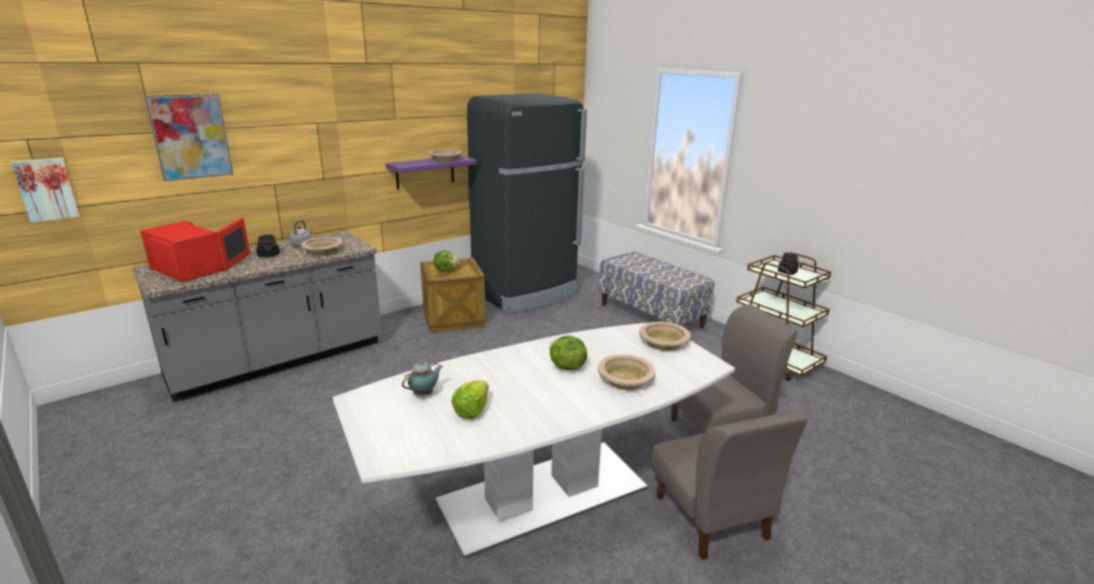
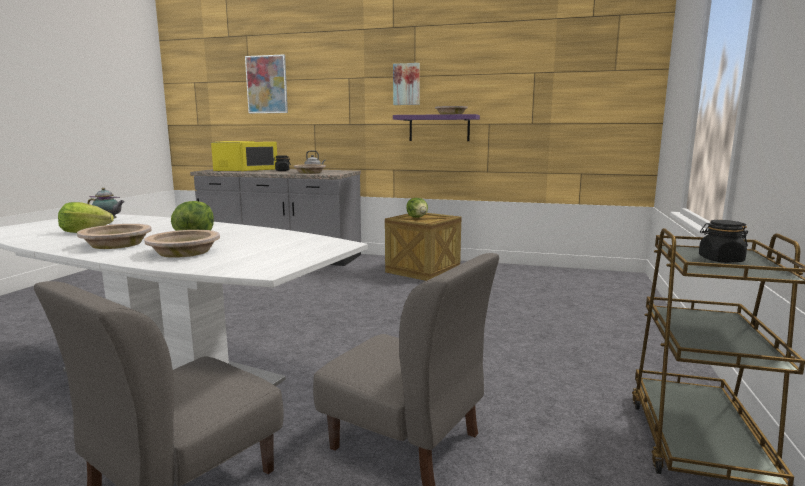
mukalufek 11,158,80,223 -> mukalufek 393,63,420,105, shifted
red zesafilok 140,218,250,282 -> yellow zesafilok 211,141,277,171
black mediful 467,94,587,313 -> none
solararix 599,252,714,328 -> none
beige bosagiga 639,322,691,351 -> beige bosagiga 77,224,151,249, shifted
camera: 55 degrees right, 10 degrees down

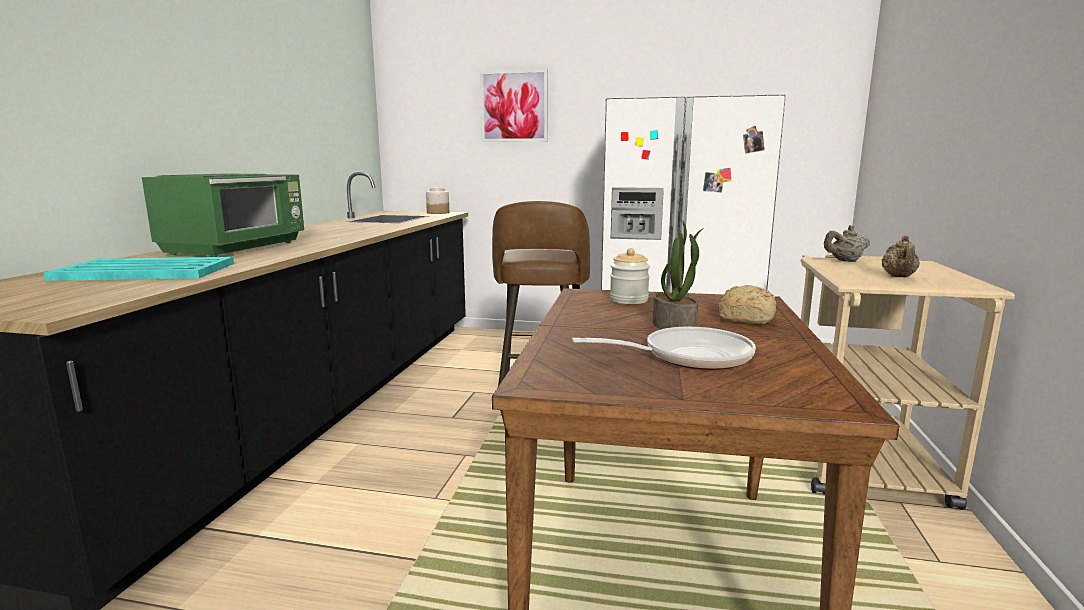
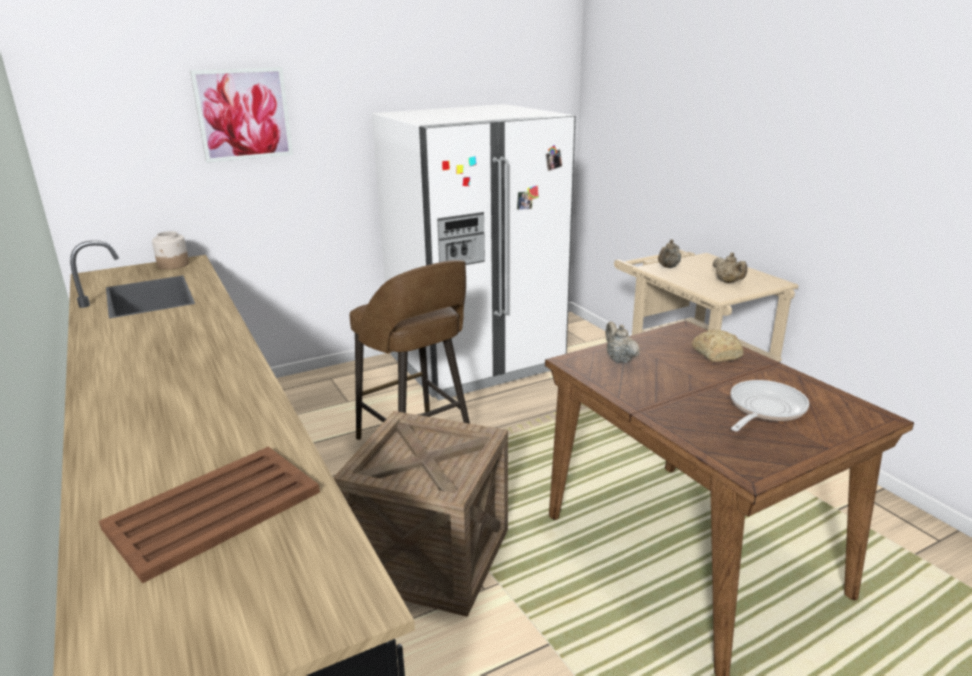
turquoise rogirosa 43,257,234,281 -> brown rogirosa 99,446,320,583
green zesafilok 142,173,304,257 -> none
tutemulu 610,248,650,304 -> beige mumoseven 605,321,640,363
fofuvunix 652,221,704,329 -> none
none -> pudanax 333,411,508,617
camera: 40 degrees left, 10 degrees up

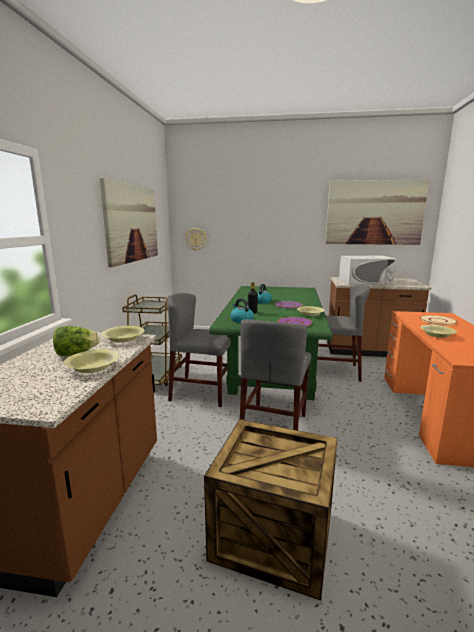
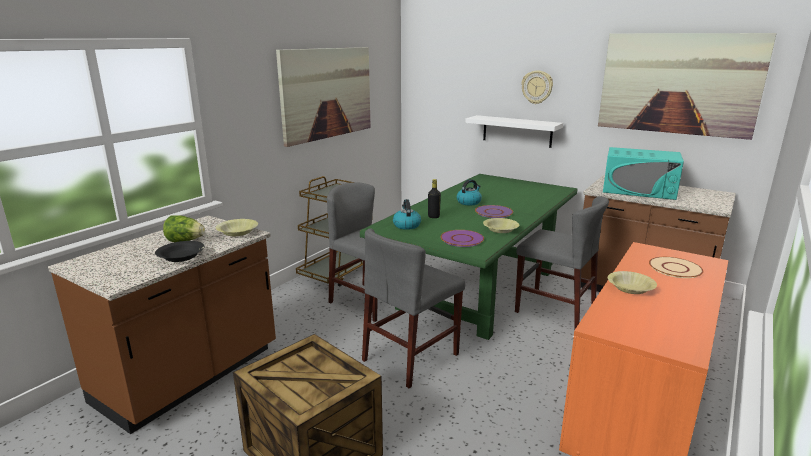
yellow bosagiga 64,350,119,373 -> black bosagiga 155,241,204,262
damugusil 185,228,207,251 -> damugusil 521,70,553,104, shifted
white zesafilok 339,256,396,285 -> turquoise zesafilok 603,147,684,200
none -> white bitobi 465,115,563,148
camera: 25 degrees right, 5 degrees up

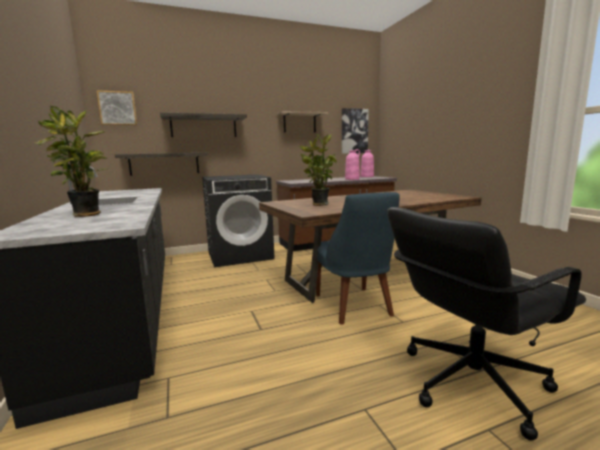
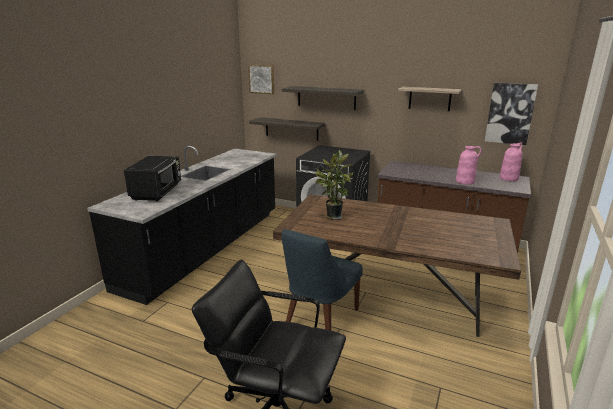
fofuvunix 34,106,108,217 -> black zesafilok 124,156,181,201
camera: 45 degrees right, 10 degrees up

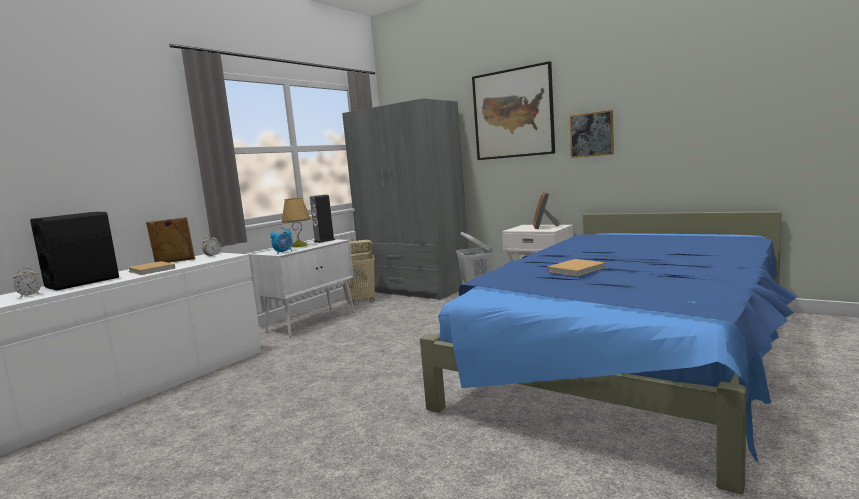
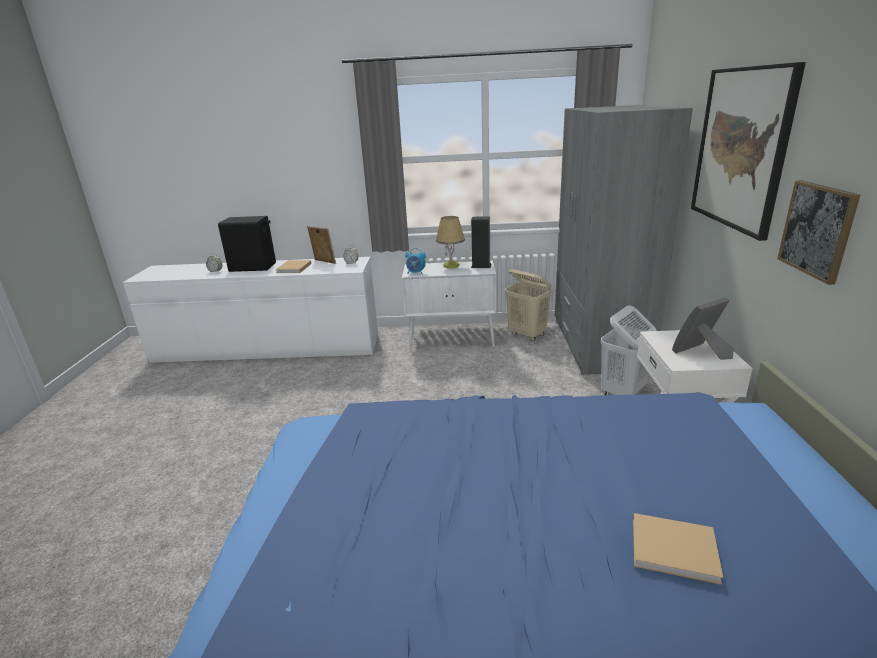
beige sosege 547,259,606,277 -> beige sosege 633,513,723,585, shifted
camera: 55 degrees right, 15 degrees up

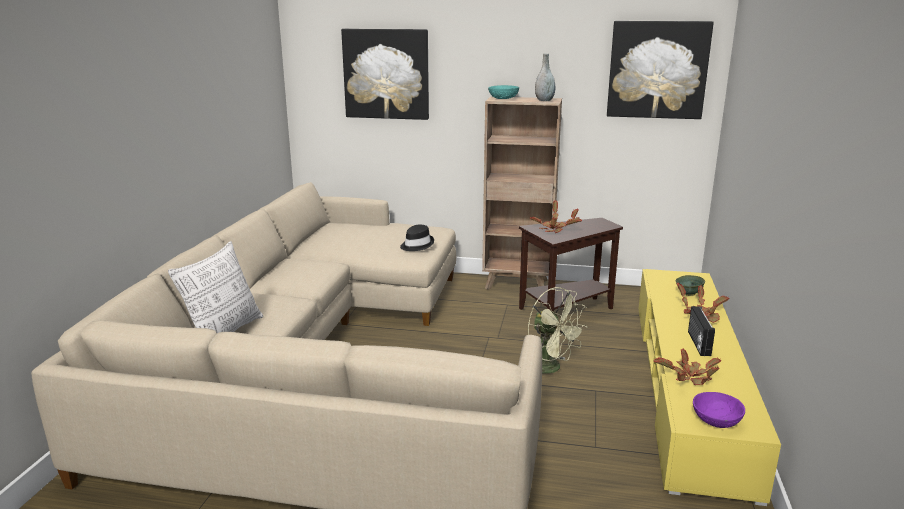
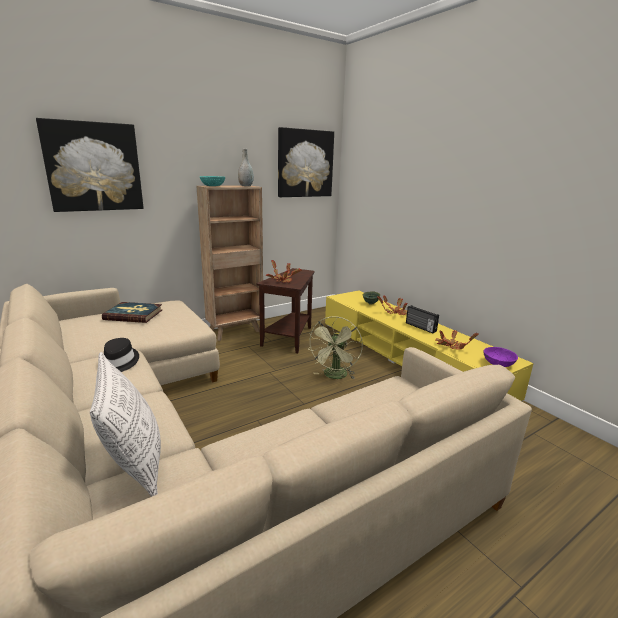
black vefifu 400,225,434,251 -> black vefifu 104,338,139,372, shifted
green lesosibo 528,287,588,374 -> green lesosibo 308,316,363,379, 105 degrees clockwise
none -> sosege 102,302,162,323
camera: 45 degrees left, 0 degrees up

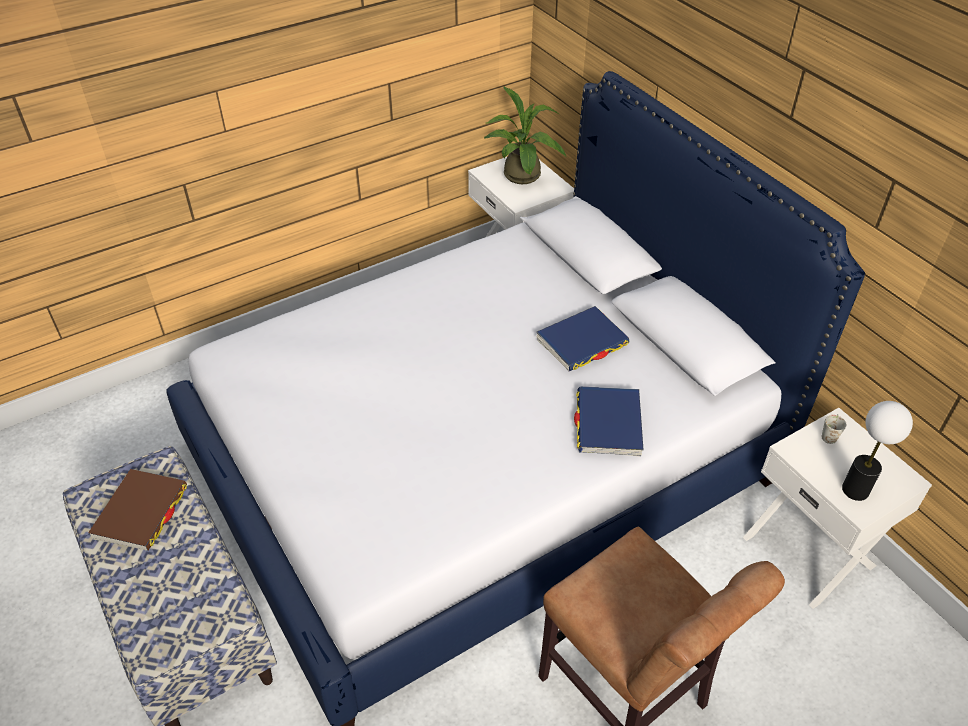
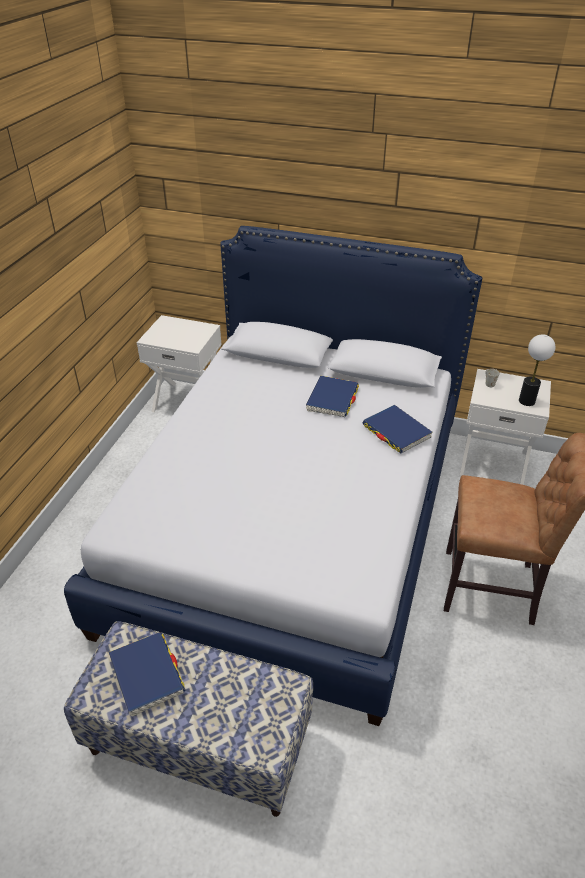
brown sosege 88,469,187,551 -> blue sosege 109,632,185,717
fofuvunix 484,86,566,184 -> none
camera: 40 degrees left, 5 degrees down

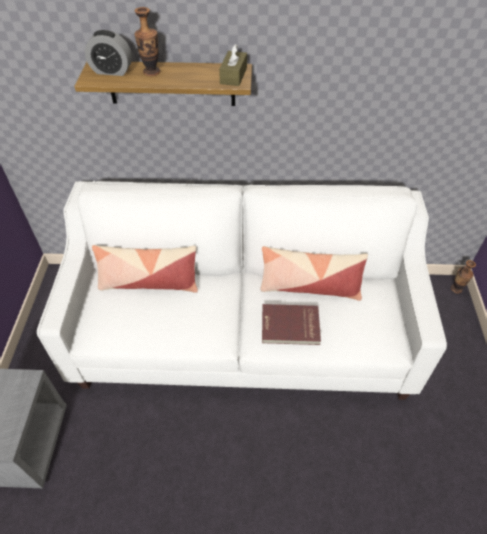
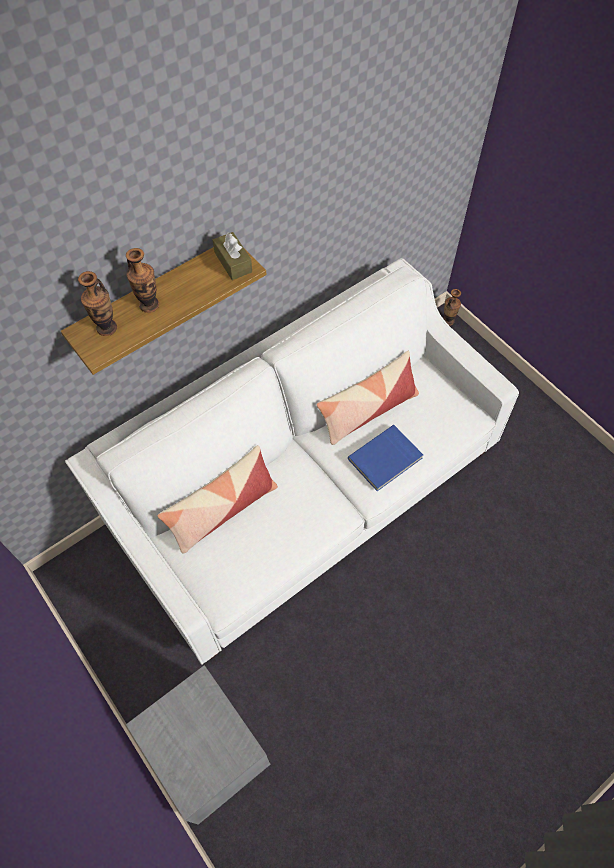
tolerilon 85,30,132,76 -> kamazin 78,271,117,336
red sosege 262,304,321,345 -> blue sosege 348,425,423,491
camera: 40 degrees left, 10 degrees up

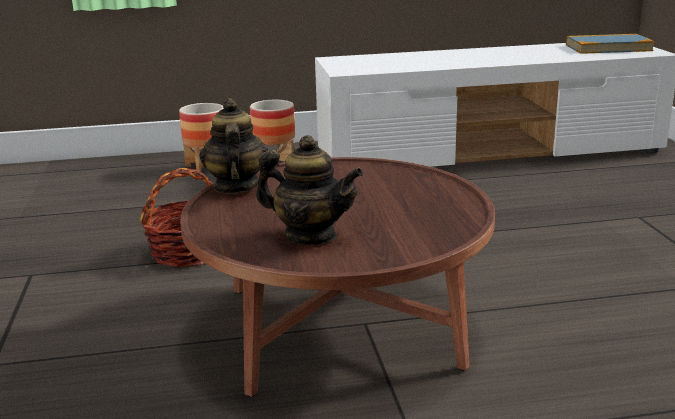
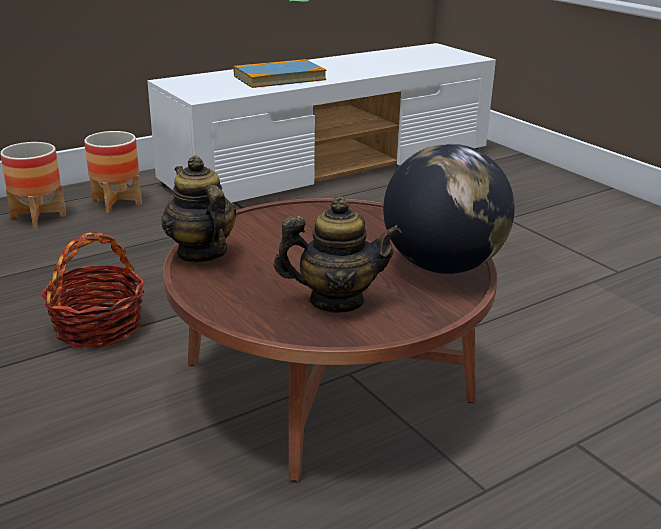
sosege 566,34,655,54 -> sosege 234,59,326,88, shifted
none -> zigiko 383,144,515,274
camera: 25 degrees left, 5 degrees up

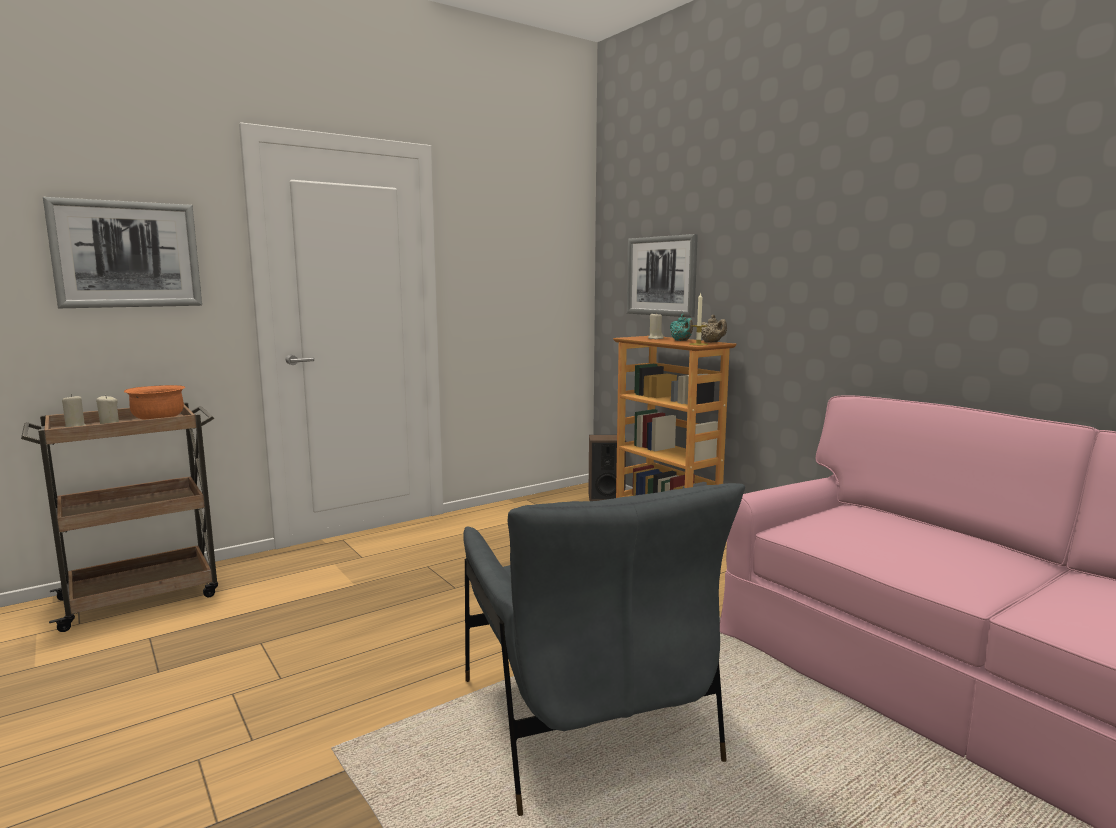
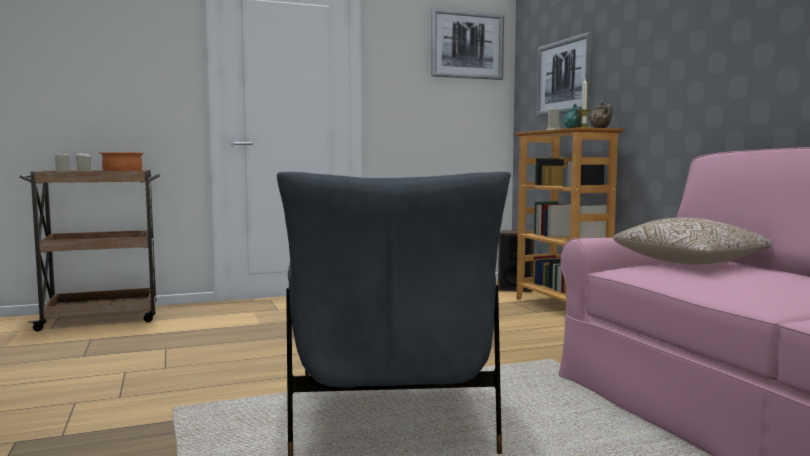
mukalufek 43,197,202,308 -> mukalufek 431,8,504,80, shifted
none -> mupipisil 614,217,773,265
camera: 15 degrees right, 5 degrees down

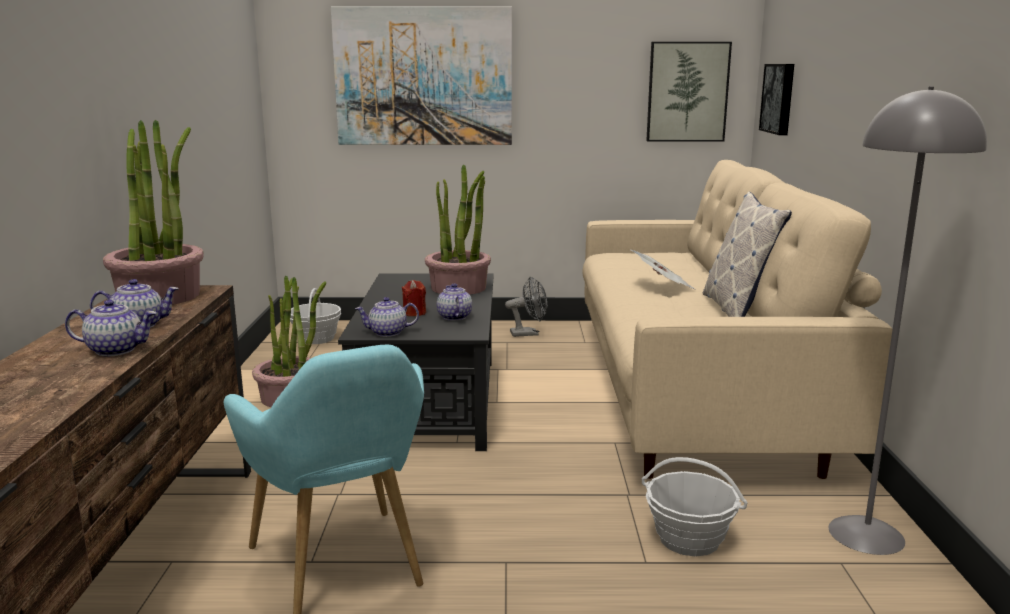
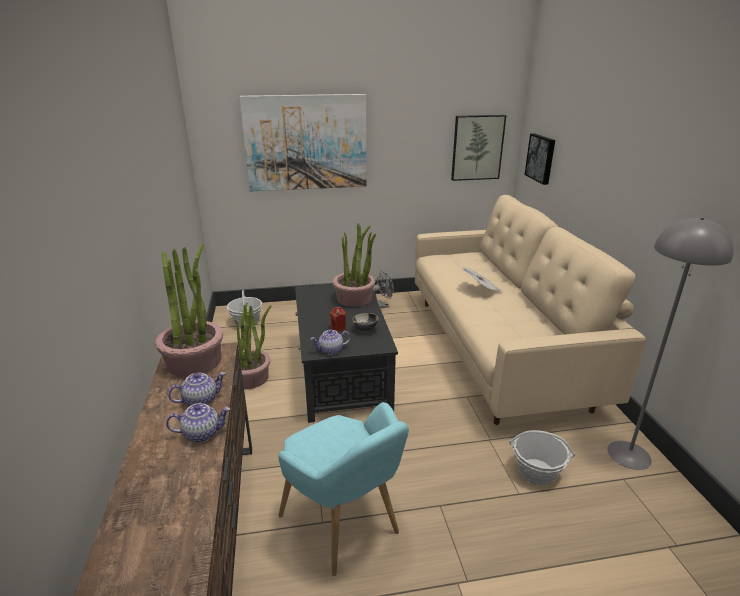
mumoseven 437,284,472,321 -> bosagiga 352,313,379,332
mupipisil 703,192,792,317 -> none
camera: 10 degrees left, 10 degrees up

